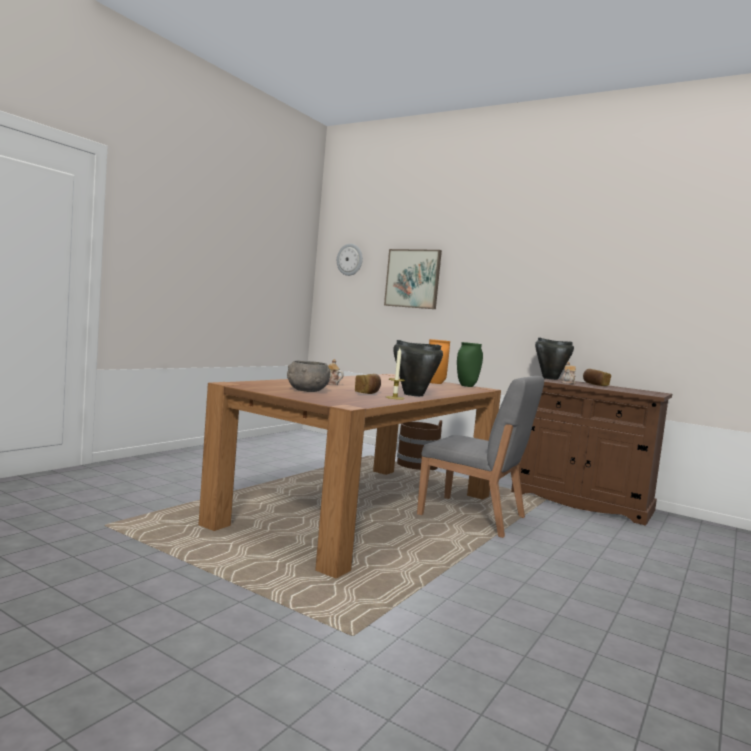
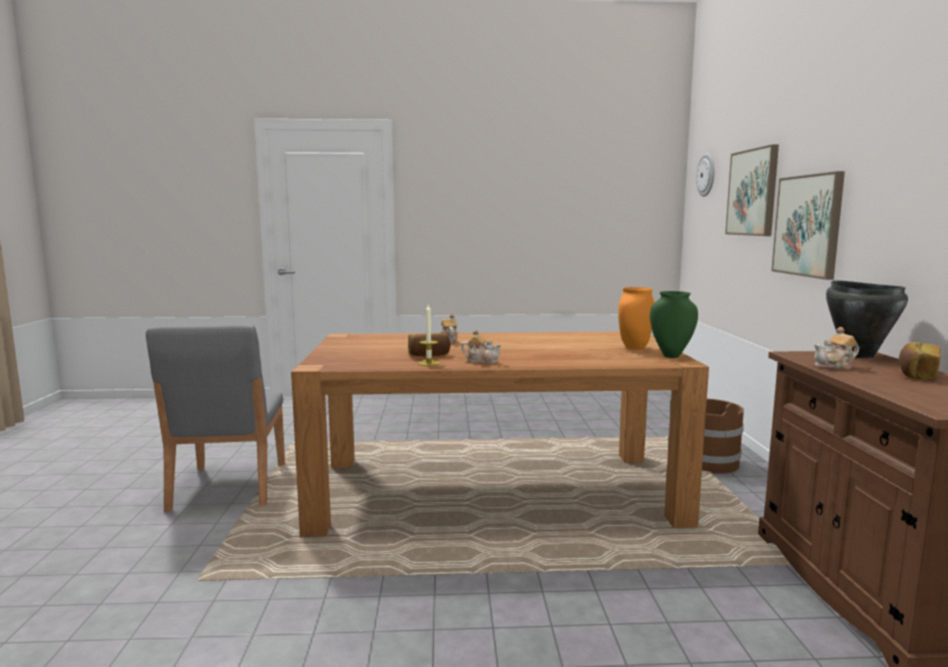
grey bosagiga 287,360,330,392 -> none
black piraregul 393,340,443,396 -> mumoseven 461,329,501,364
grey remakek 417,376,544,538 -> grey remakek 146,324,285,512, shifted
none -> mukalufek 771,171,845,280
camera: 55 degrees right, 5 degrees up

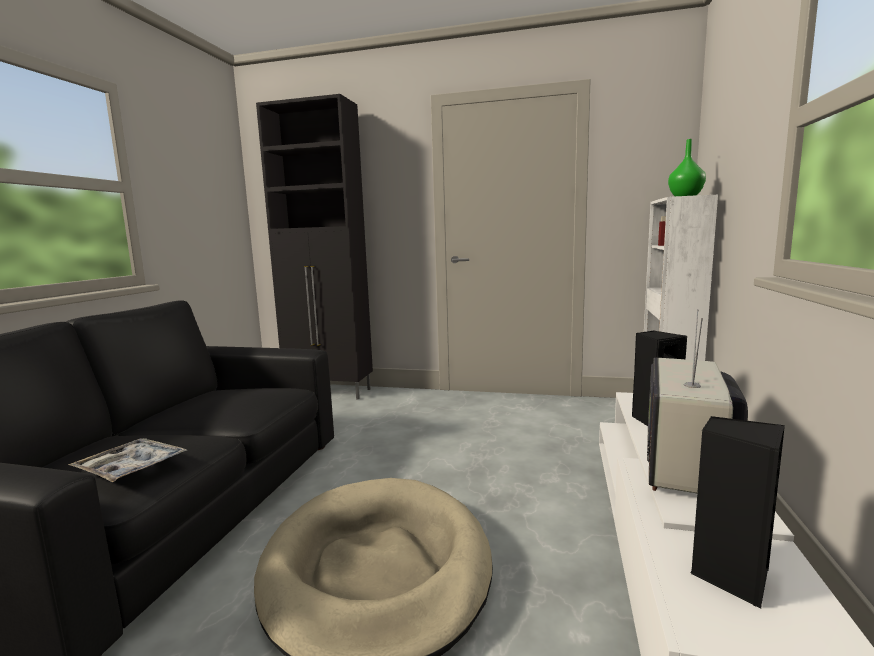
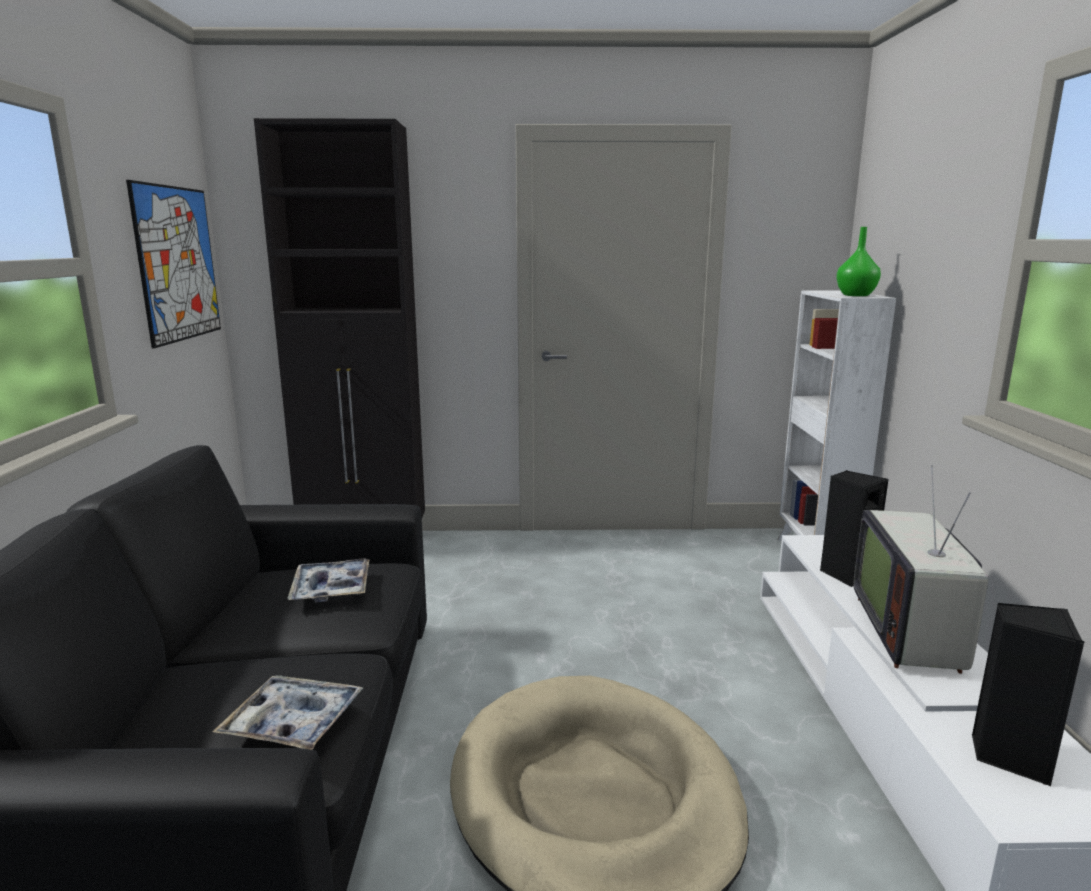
none -> mukalufek 126,180,221,348
none -> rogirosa 288,559,369,603
camera: 15 degrees left, 5 degrees up

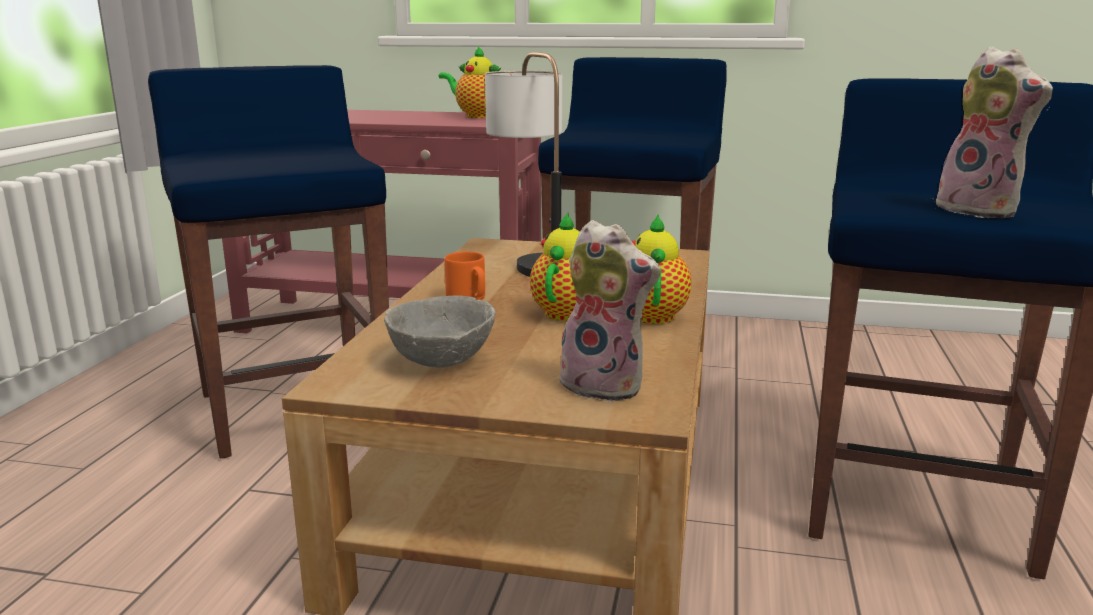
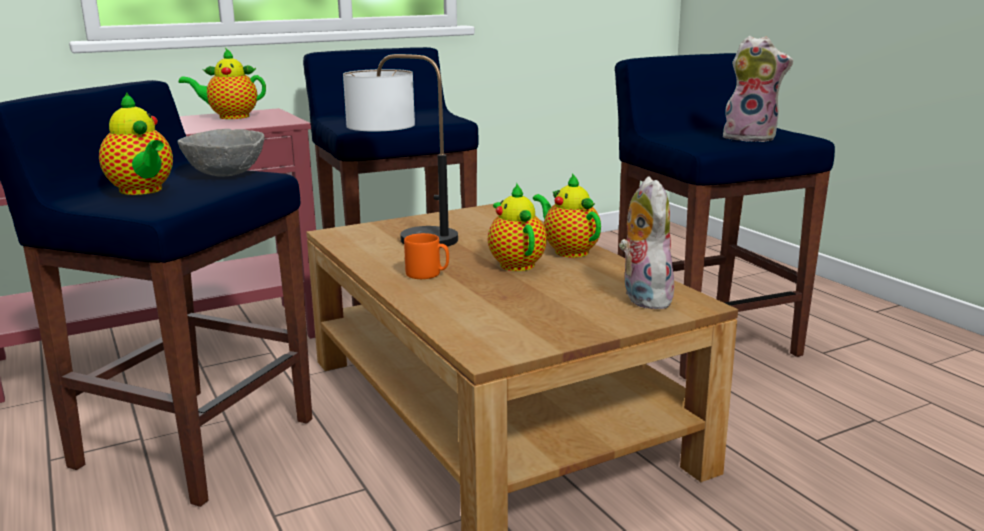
grey bosagiga 384,295,496,368 -> grey bosagiga 178,129,264,177, shifted
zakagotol 559,220,660,402 -> zakagotol 619,177,674,309, 90 degrees counterclockwise
none -> mumoseven 99,92,173,195
camera: 40 degrees left, 0 degrees up

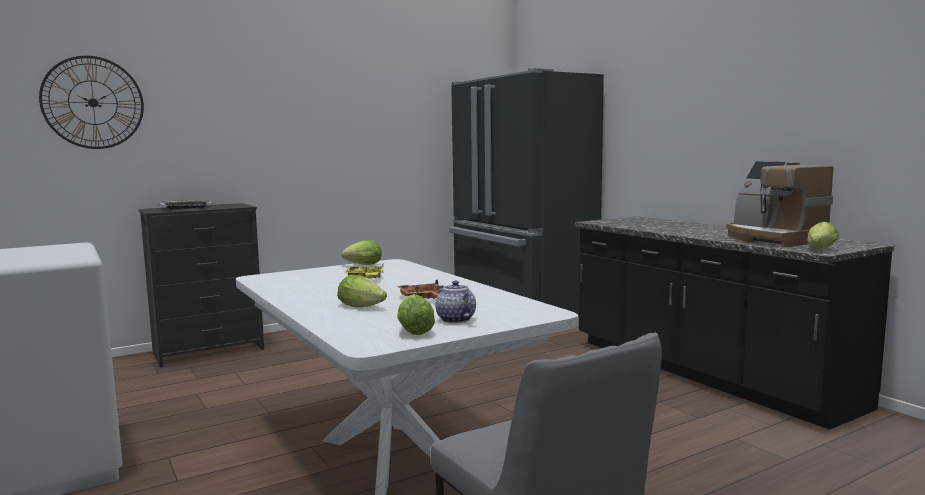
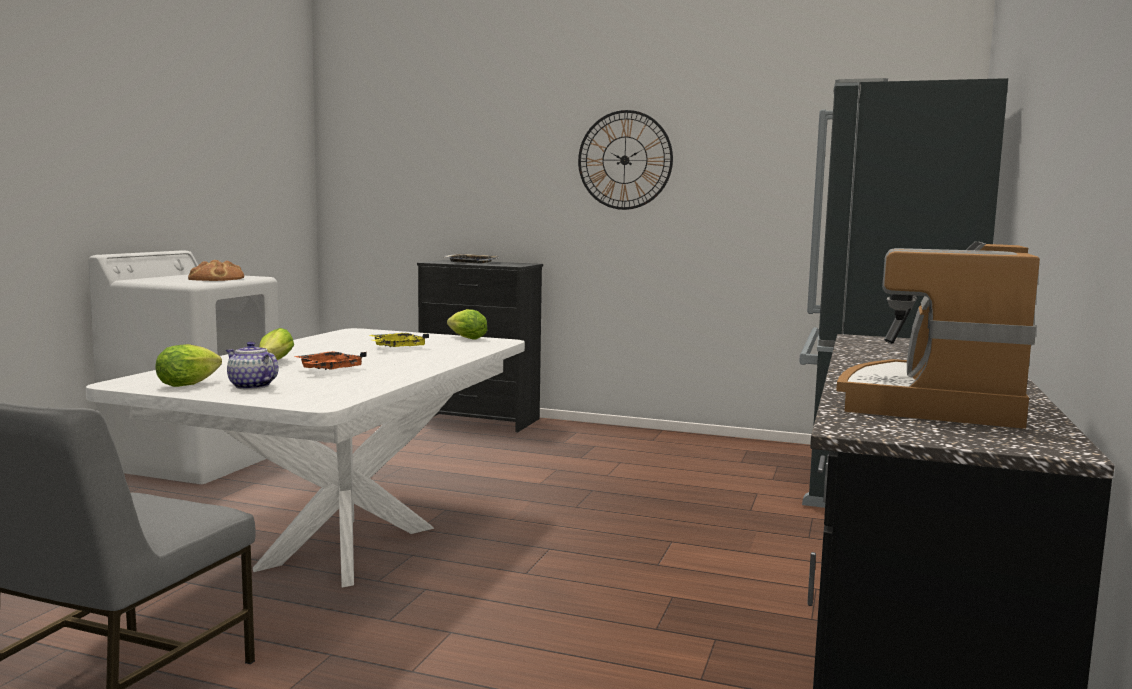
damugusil 39,56,144,149 -> damugusil 578,110,673,210, shifted
mumoseven 435,281,476,323 -> mumoseven 226,341,278,390, 75 degrees counterclockwise
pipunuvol 807,221,839,249 -> none
none -> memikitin 188,260,244,281
camera: 50 degrees right, 0 degrees up

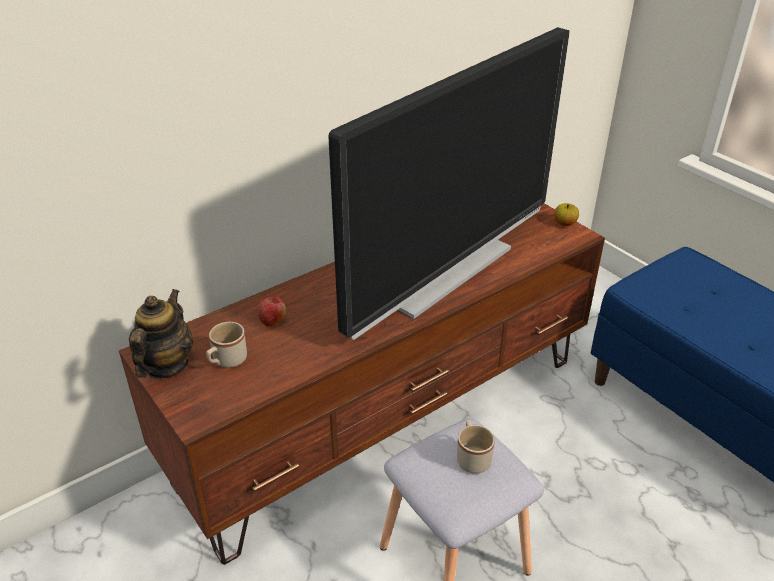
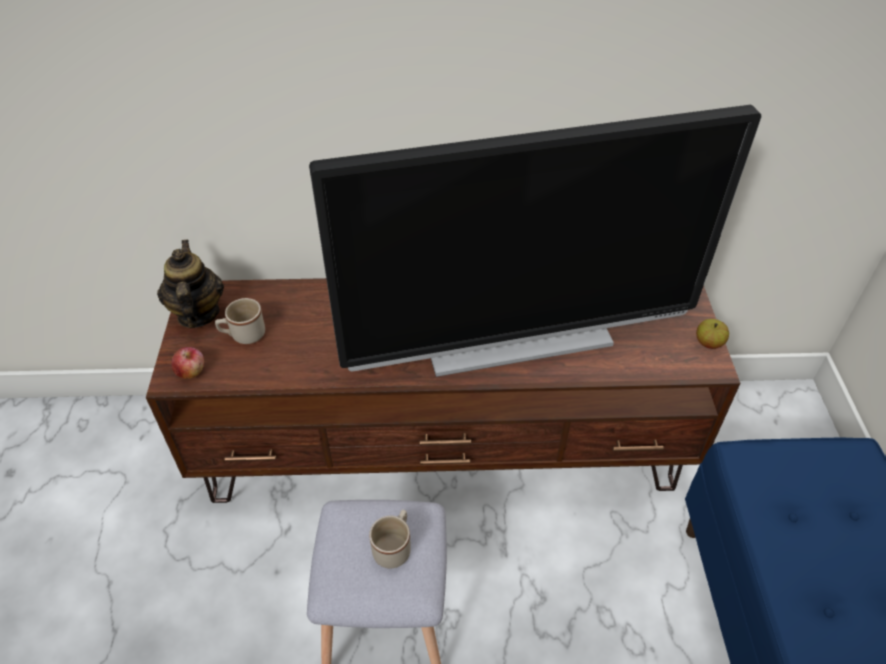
mumoseven 129,289,193,379 -> mumoseven 157,240,224,328, 60 degrees counterclockwise
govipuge 258,297,286,327 -> govipuge 171,347,204,379, shifted
camera: 35 degrees right, 10 degrees up

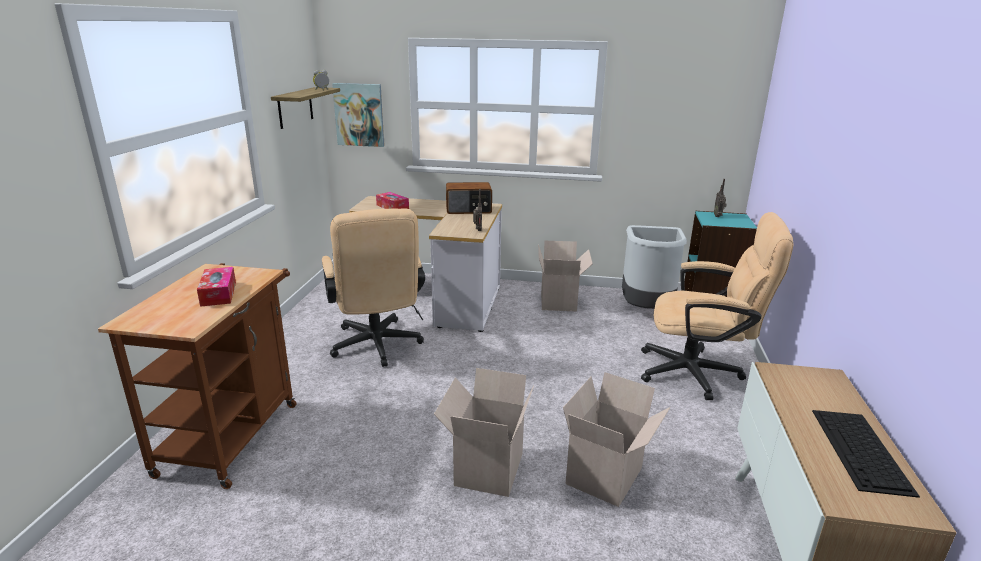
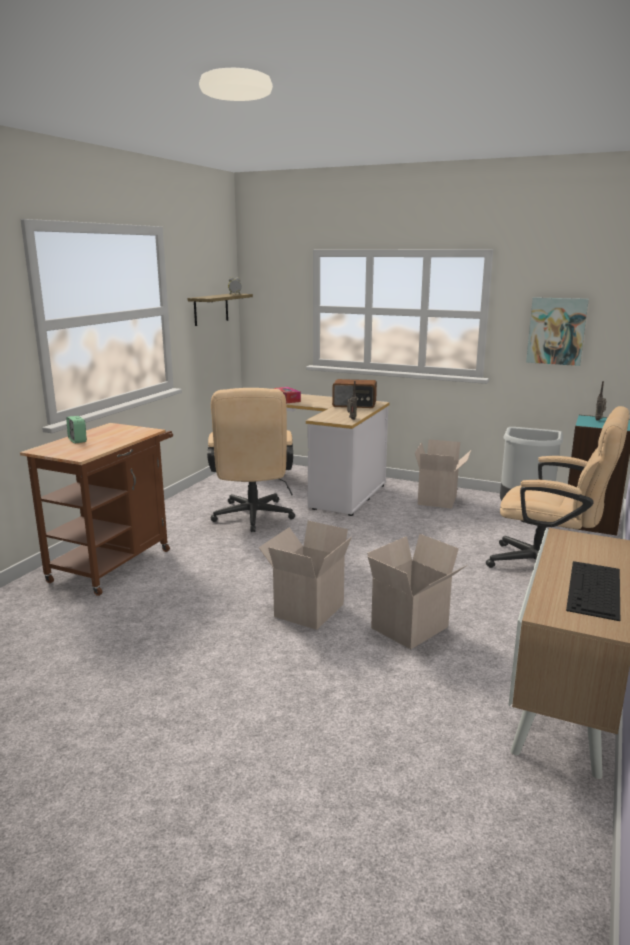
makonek 197,267,236,307 -> none
mukalufek 332,83,384,147 -> mukalufek 526,297,589,366, shifted
none -> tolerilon 66,416,87,443
camera: 15 degrees right, 5 degrees down

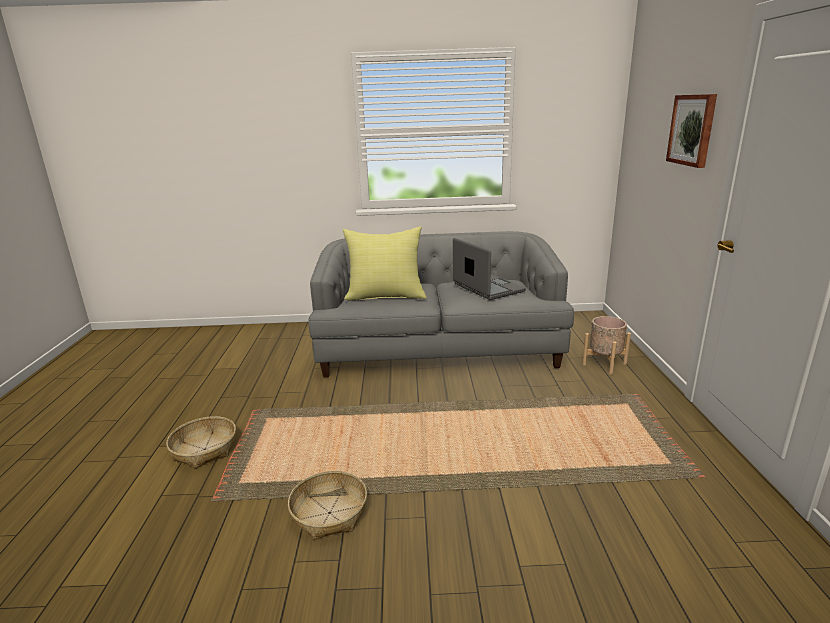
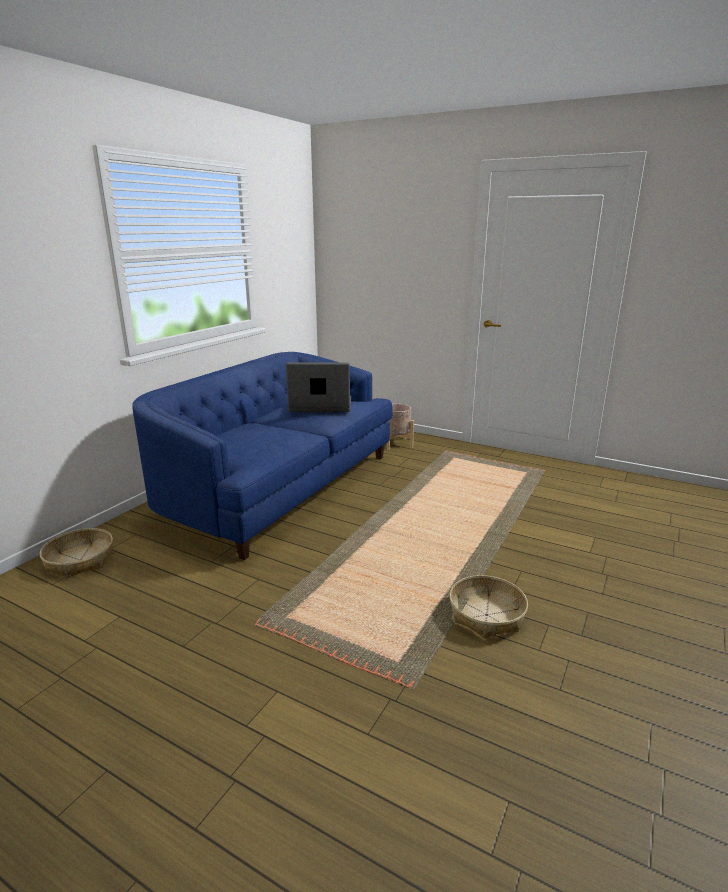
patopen 166,416,236,468 -> patopen 40,528,113,578, shifted
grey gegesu 308,231,574,378 -> blue gegesu 132,352,392,560
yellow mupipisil 342,227,427,301 -> none
mukalufek 666,94,717,168 -> none
camera: 60 degrees left, 0 degrees up

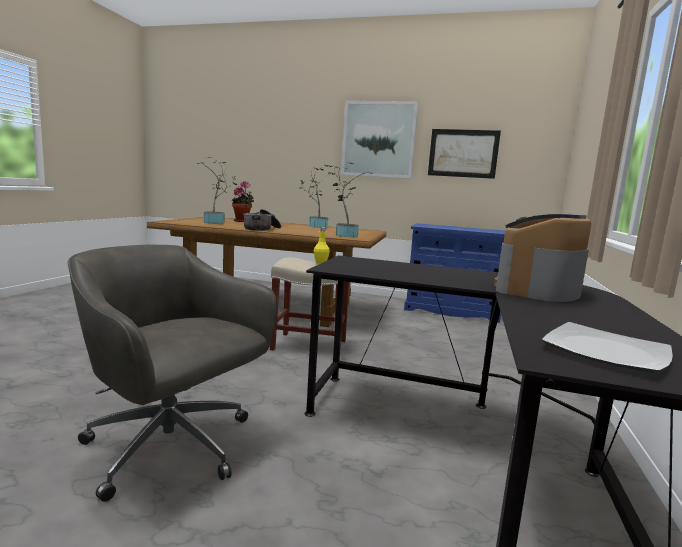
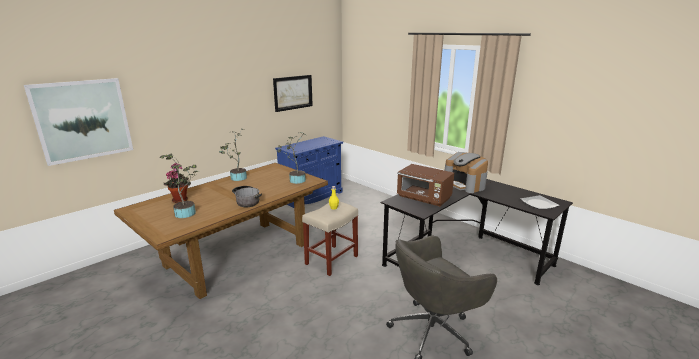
mukalufek 341,101,418,179 -> mukalufek 24,78,133,166, shifted
none -> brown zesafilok 397,164,454,207
camera: 60 degrees left, 10 degrees up

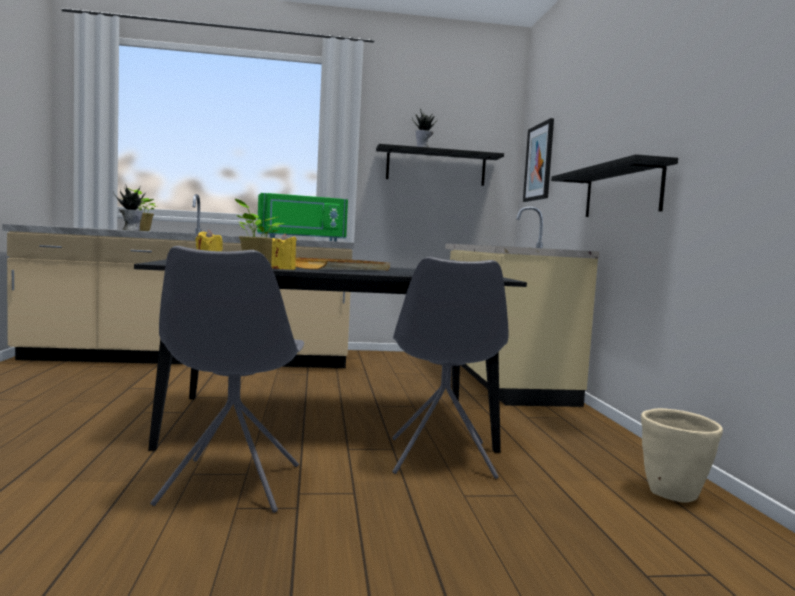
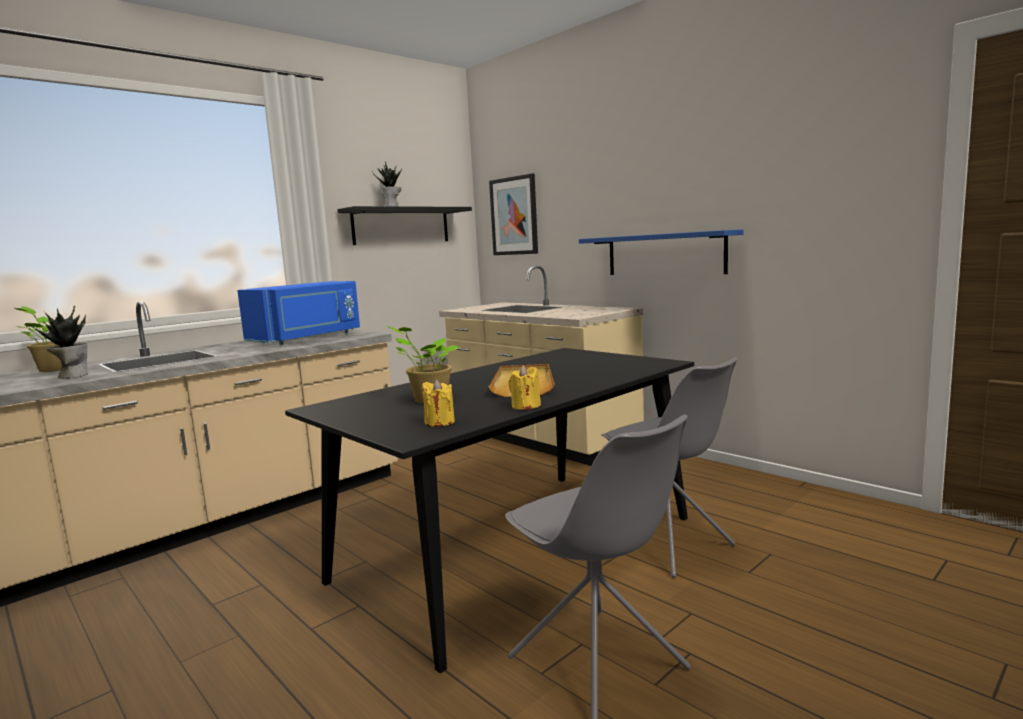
green zesafilok 257,193,348,241 -> blue zesafilok 237,281,360,345
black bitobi 551,154,678,217 -> blue bitobi 579,229,744,275
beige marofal 641,408,723,503 -> none
camera: 35 degrees left, 5 degrees up

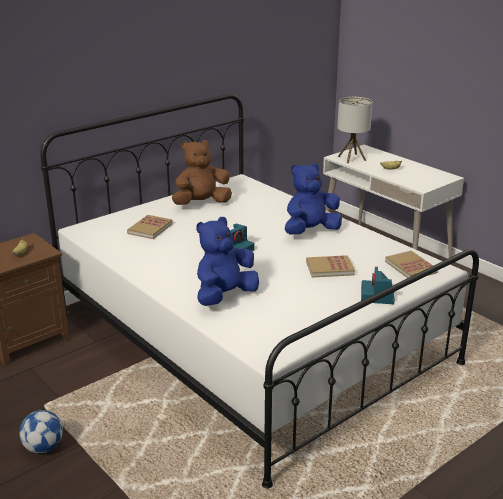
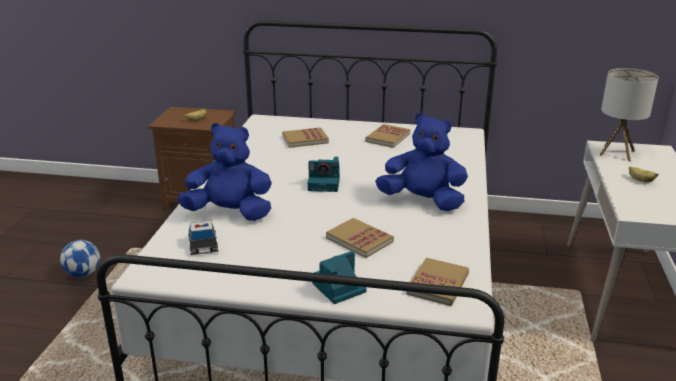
brown zakagotol 172,140,232,205 -> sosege 365,124,410,148
none -> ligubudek 188,221,219,255
camera: 50 degrees right, 0 degrees up

